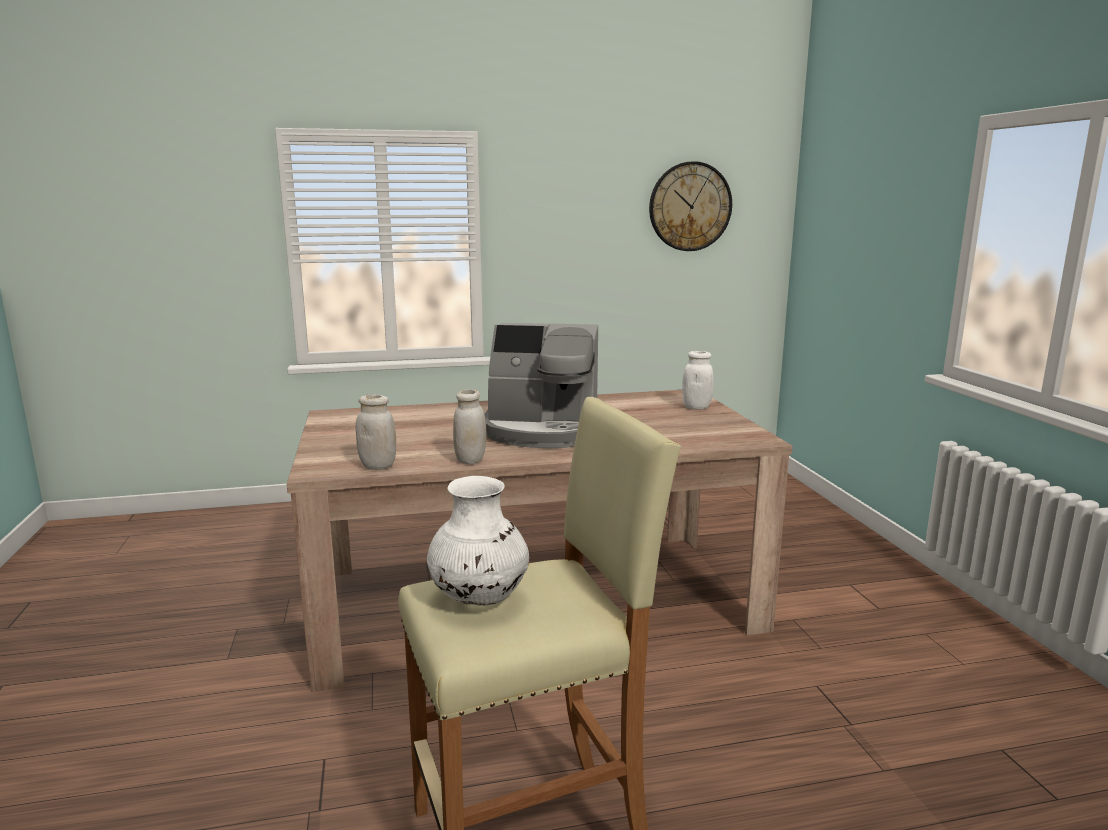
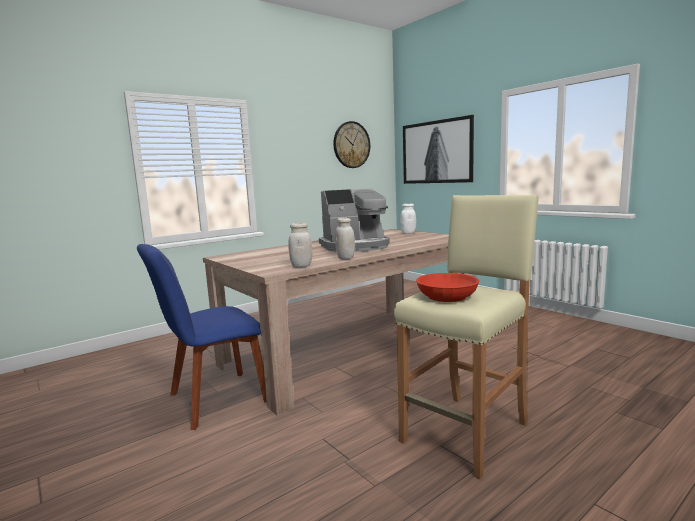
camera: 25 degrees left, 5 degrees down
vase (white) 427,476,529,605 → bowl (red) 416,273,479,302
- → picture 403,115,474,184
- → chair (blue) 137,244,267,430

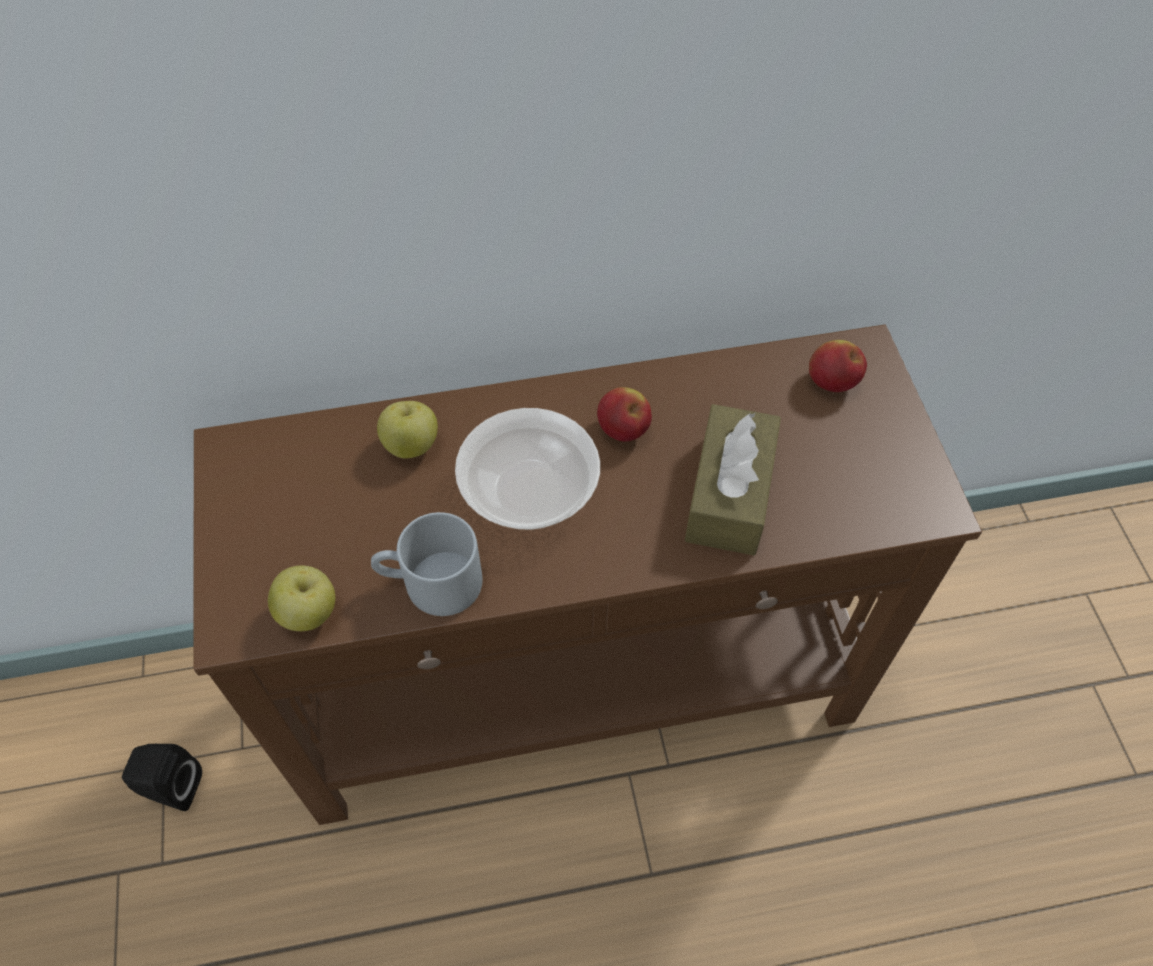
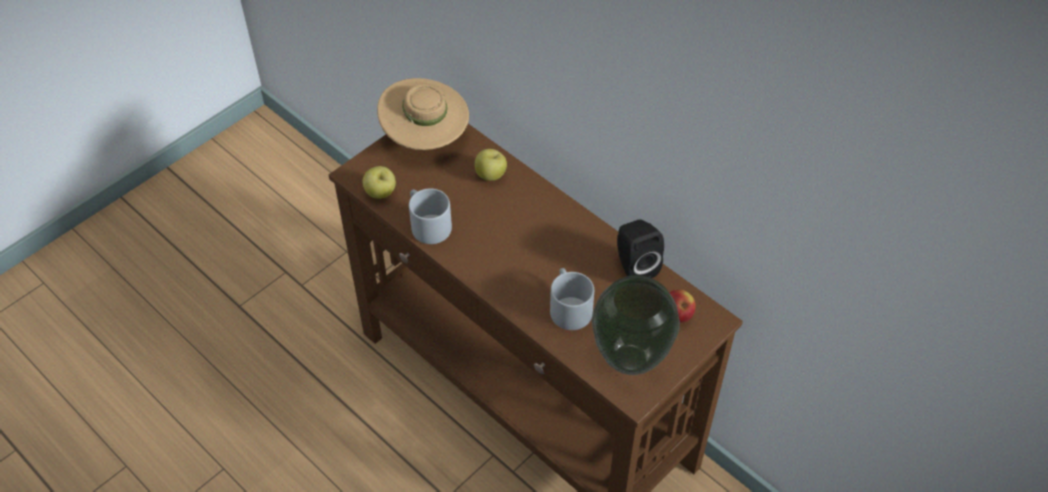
camera: 55 degrees right, 5 degrees down
apple 597,387,652,442 → -
tissue box (brown) 685,404,781,555 → mug (grey) 550,268,594,330
bowl 455,408,600,530 → -
speaker (black) 122,744,202,811 → speaker (black) 617,219,664,278, shifted
- → hat (beige) 377,78,469,150
- → vase 592,275,680,375

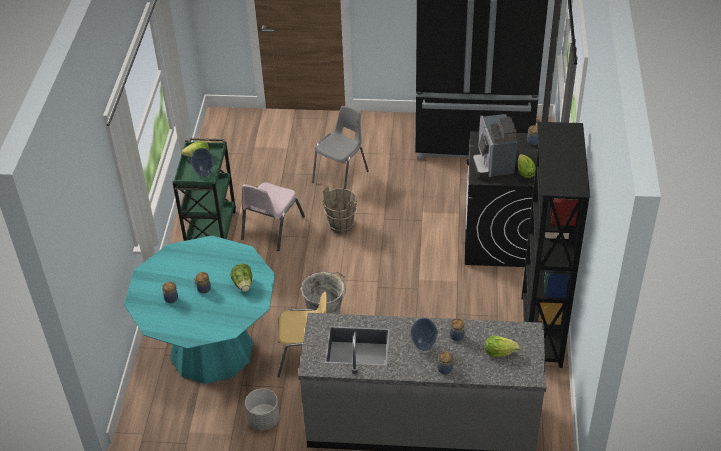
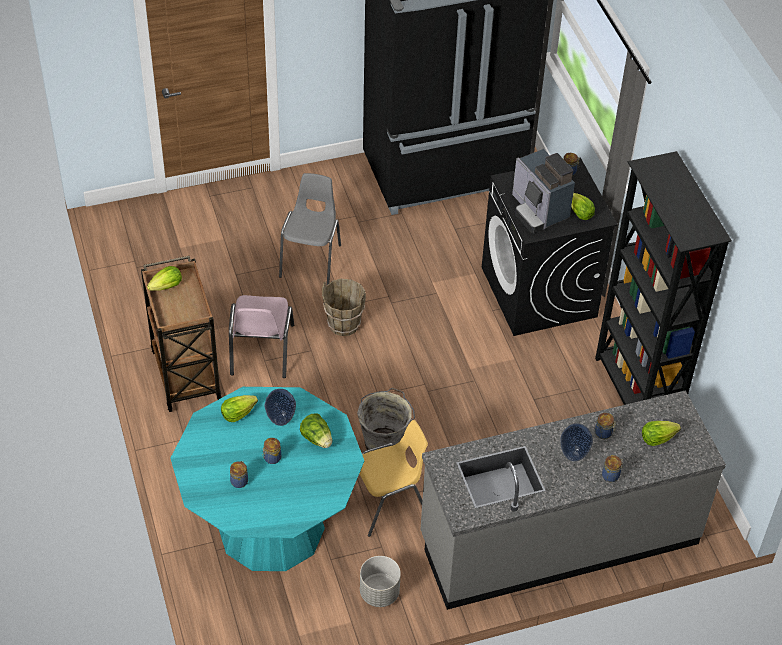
camera: 25 degrees left, 5 degrees up
cart (green) 172,138,236,241 → cart (brown) 141,256,222,412
vase 191,148,214,177 → vase 265,389,296,426, shifted
- → lettuce 221,395,258,422

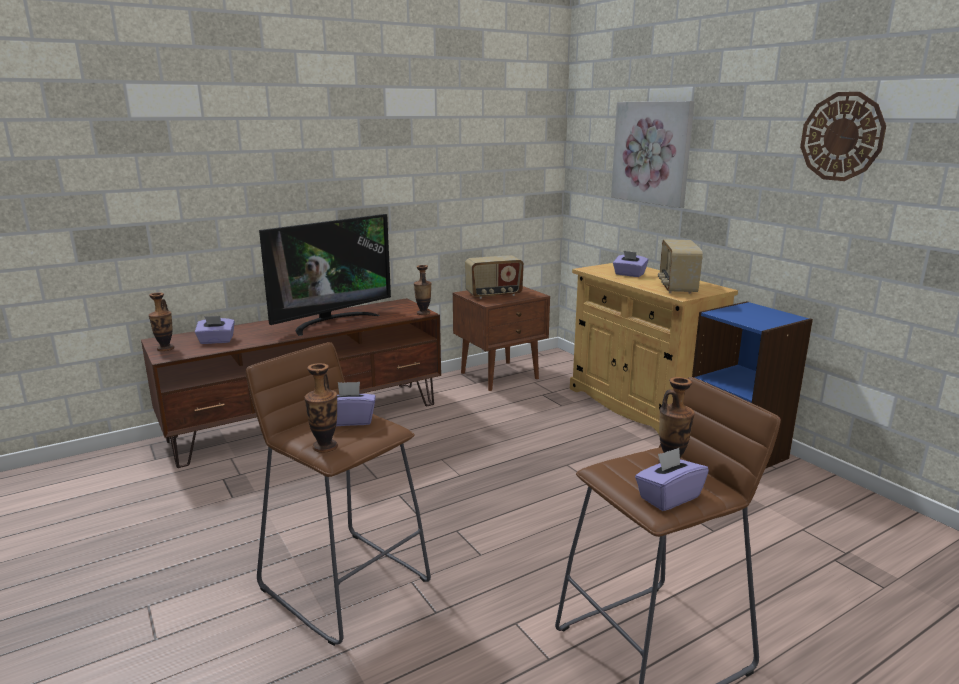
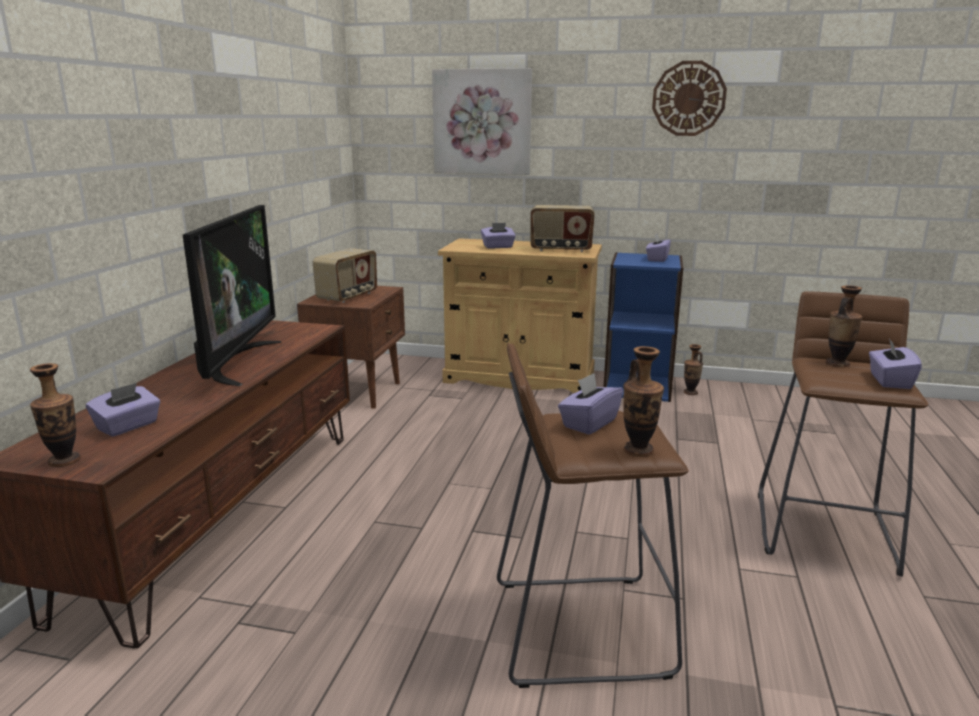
camera: 45 degrees left, 0 degrees up
radio 658,239,703,294 → radio 530,205,595,252, 45 degrees counterclockwise
vase 414,265,431,315 → vase 684,344,703,395, shifted
- → tissue box (purple) 646,233,671,262

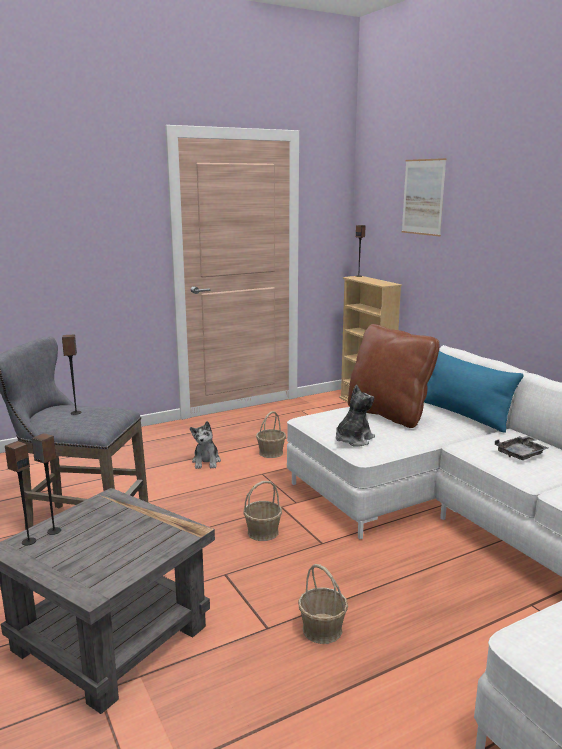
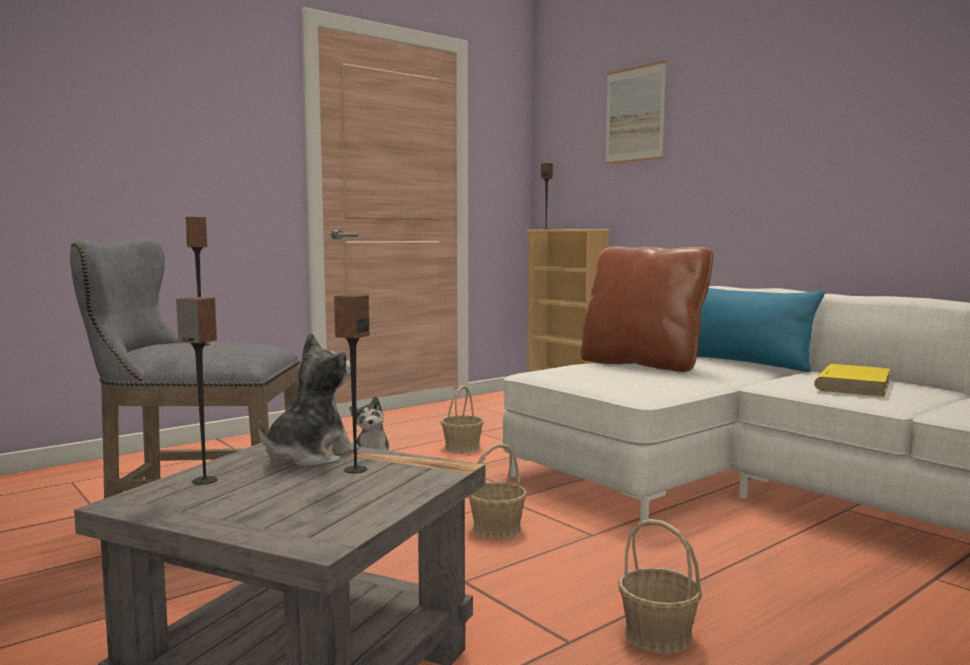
camera: 10 degrees left, 10 degrees down
plush toy 336,385,375,447 → plush toy 258,333,359,467, shifted
tray (grey) 495,436,548,460 → book (yellow) 814,364,890,397
speaker 5,441,36,546 → speaker 334,294,369,474, shifted

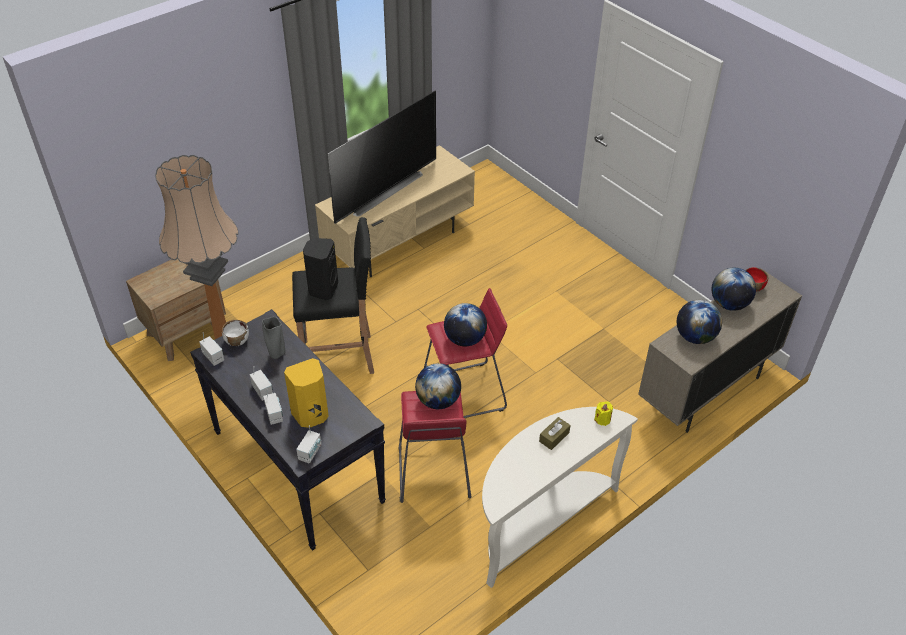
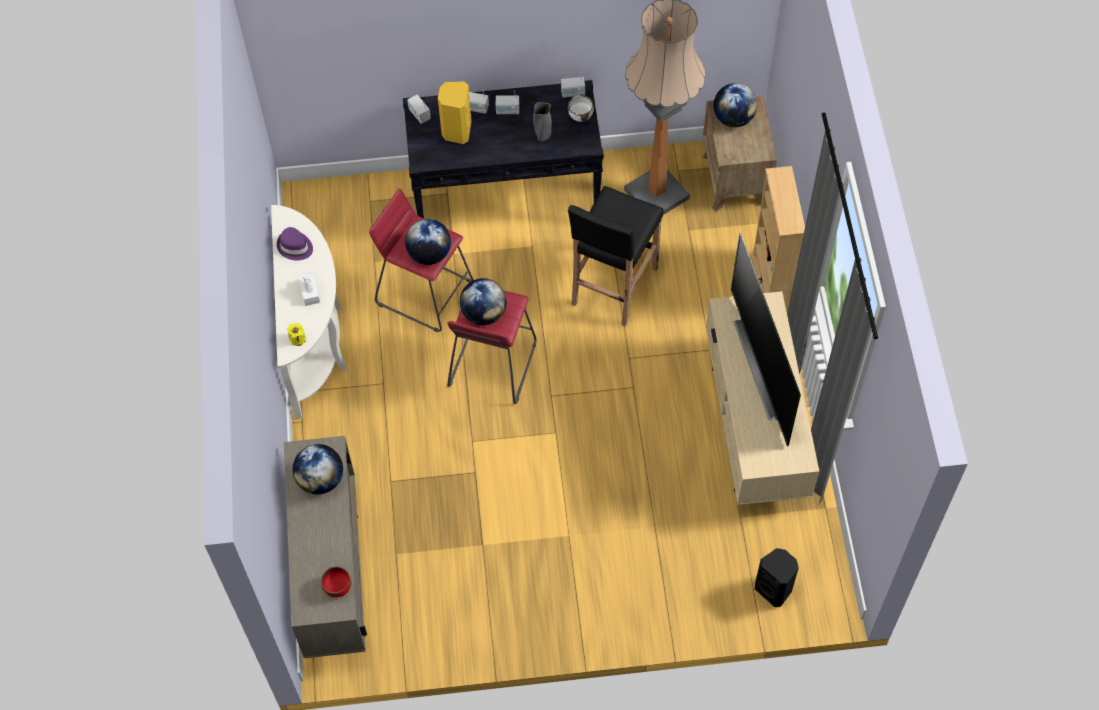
camera: 125 degrees right, 15 degrees up
speaker (black) 303,238,338,300 → speaker (black) 755,548,799,607, shifted
globe 711,268,756,311 → globe 713,83,757,127, shifted
tissue box (brown) 539,417,571,450 → tissue box (white) 299,273,320,306
- → bookcase (beige) 751,166,805,312
- → hat (purple) 277,227,313,261

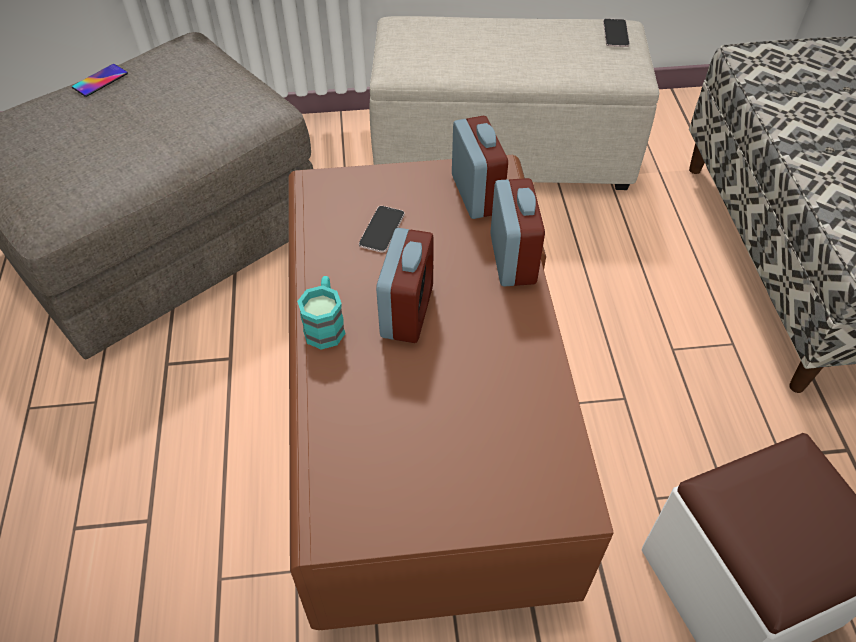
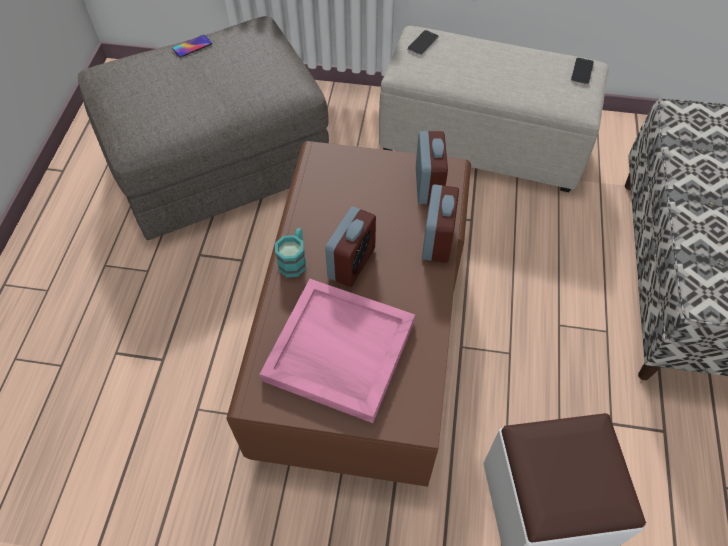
camera: 15 degrees right, 5 degrees up
phone 359,206,405,253 → phone 407,30,439,56, shifted
- → tray (pink) 260,279,415,423

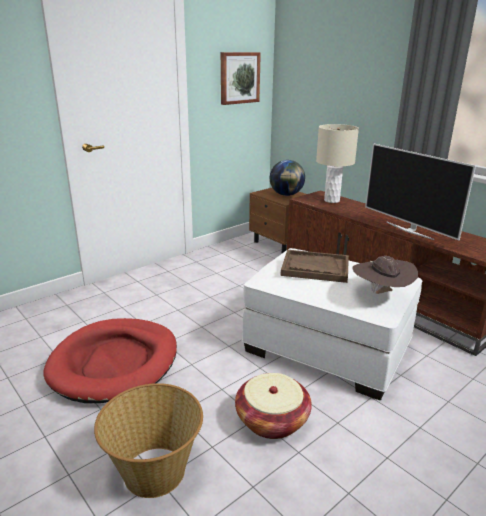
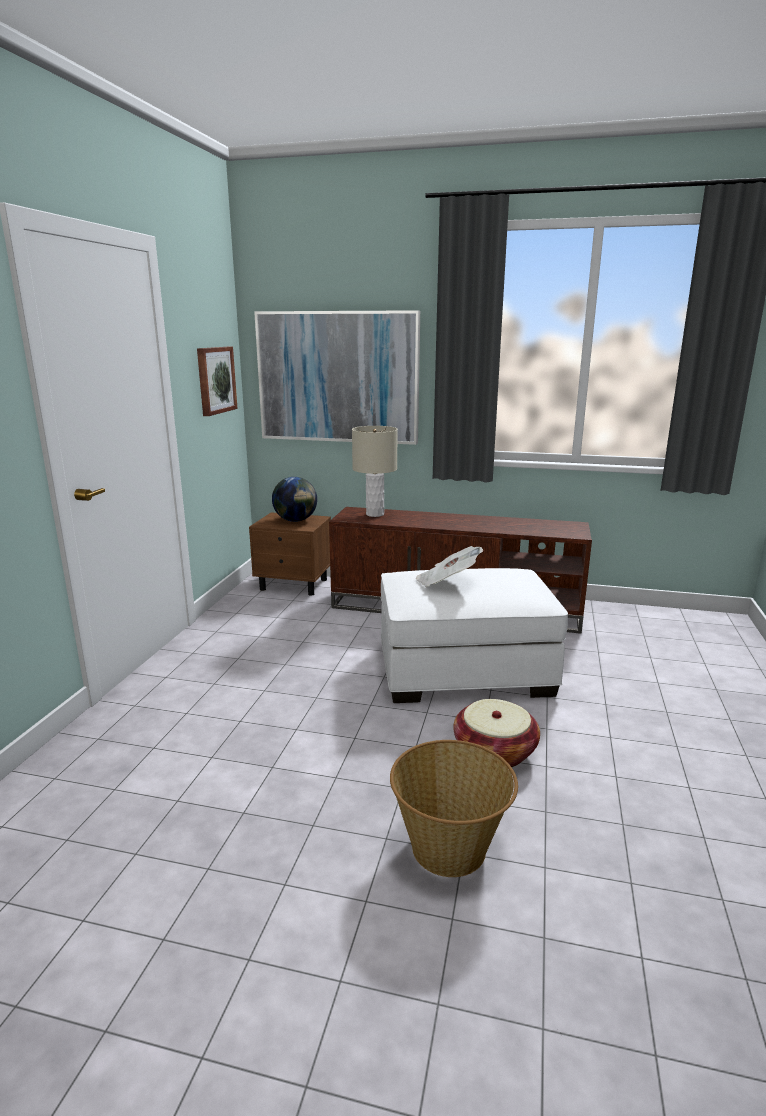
camera: 35 degrees left, 5 degrees down
television 365,144,476,240 → -
tray (brown) 280,250,349,283 → newspaper 416,546,483,587
hat (brown) 353,256,418,294 → -
dog bed (red) 43,318,177,403 → -
- → picture 254,310,420,445

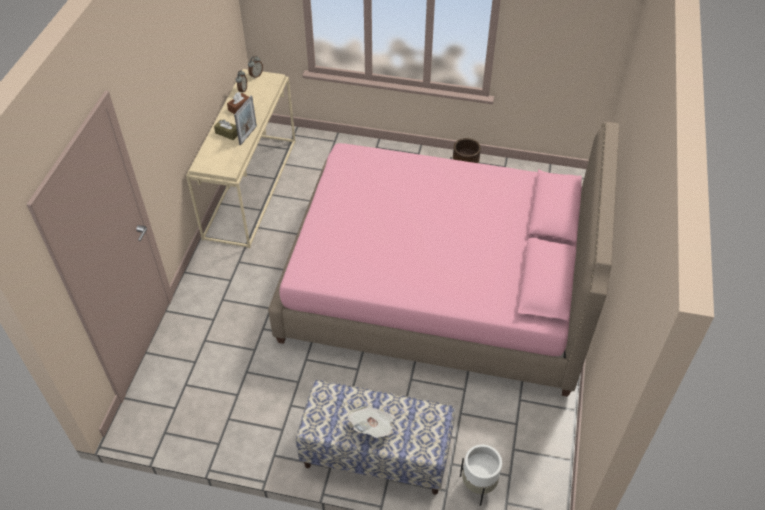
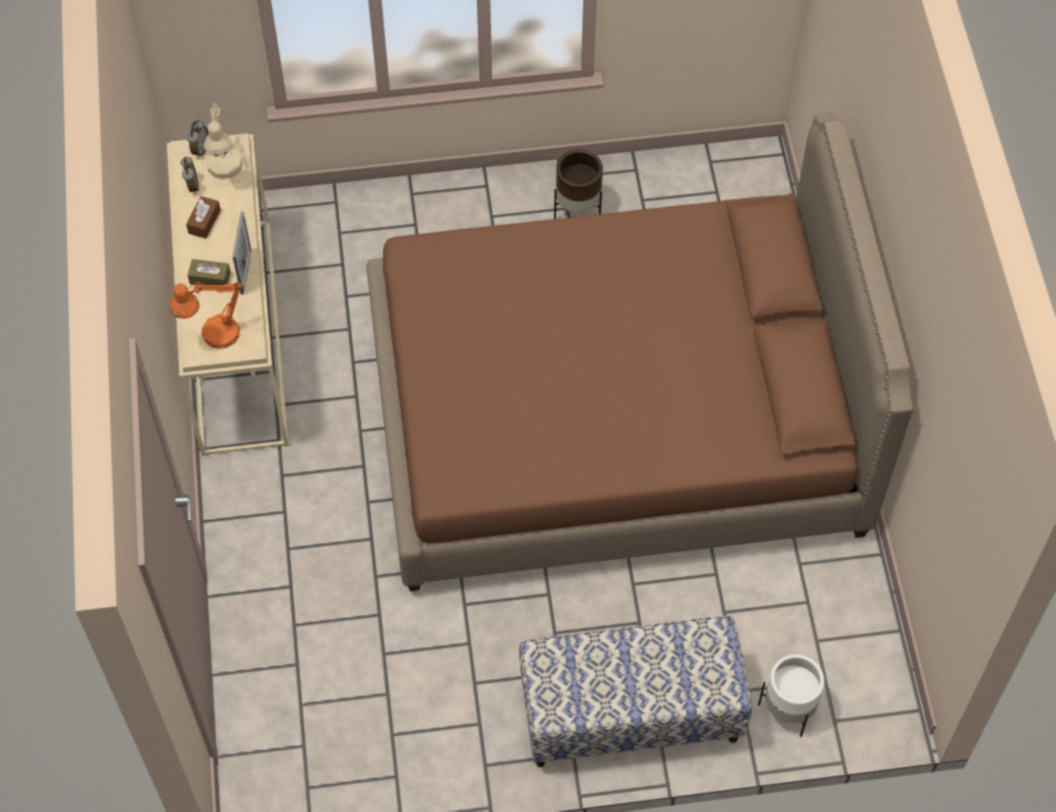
camera: 20 degrees left, 10 degrees up
bed (pink) 268,122,619,397 → bed (brown) 366,112,913,591
newspaper 348,405,395,438 → -
- → table lamp (beige) 204,102,243,179
- → table lamp (orange) 170,282,242,349

